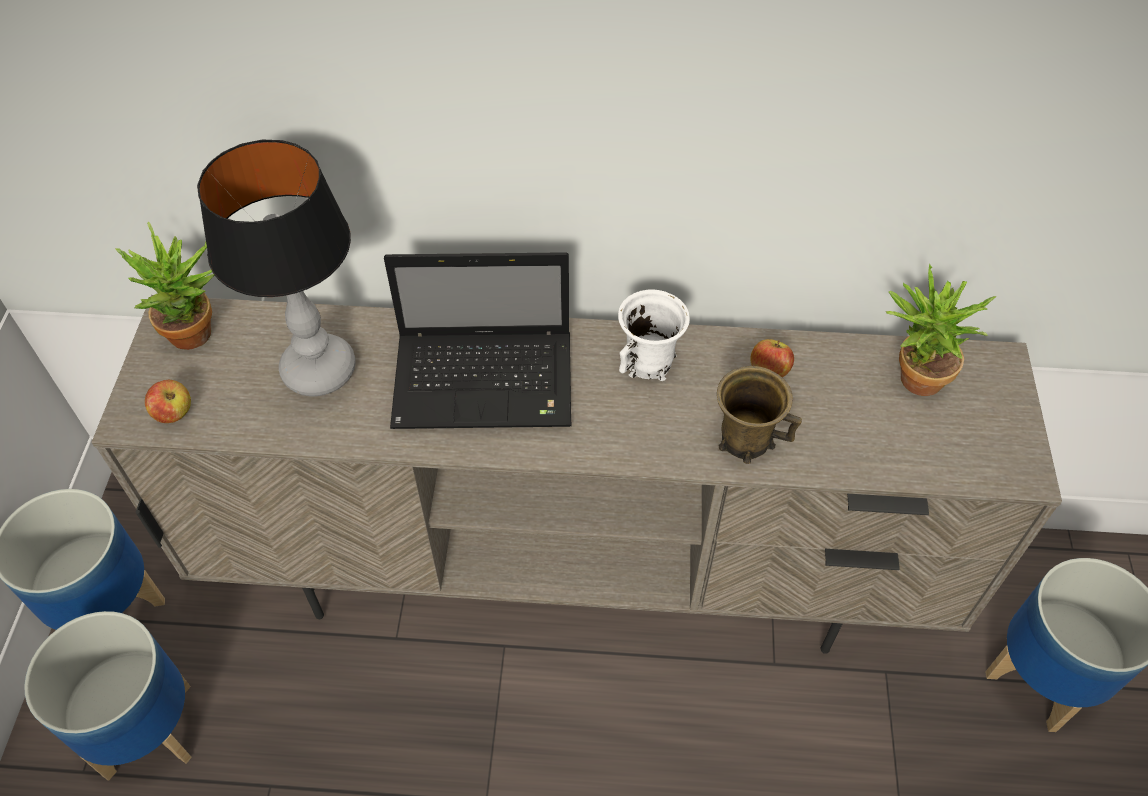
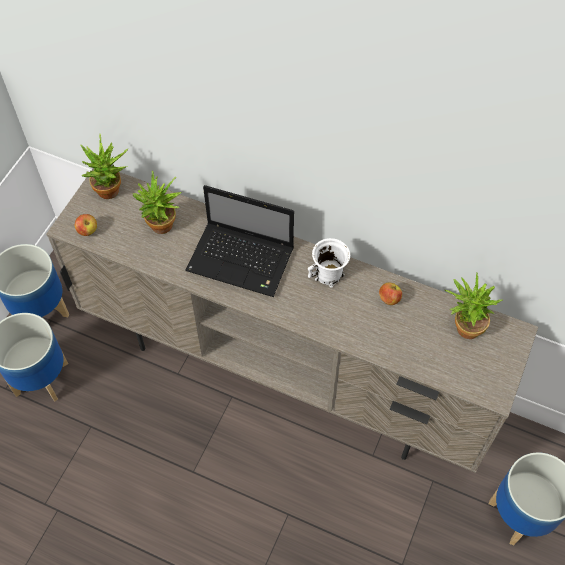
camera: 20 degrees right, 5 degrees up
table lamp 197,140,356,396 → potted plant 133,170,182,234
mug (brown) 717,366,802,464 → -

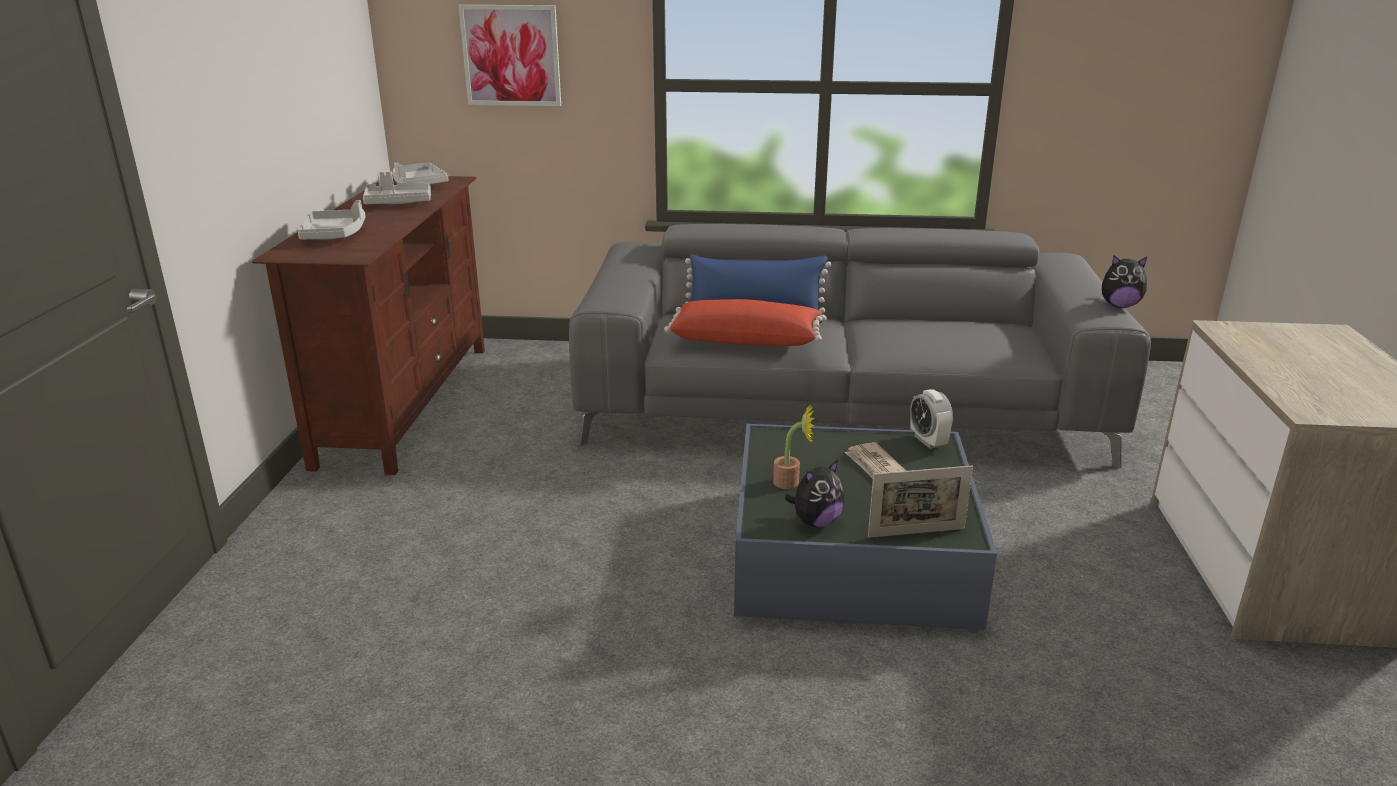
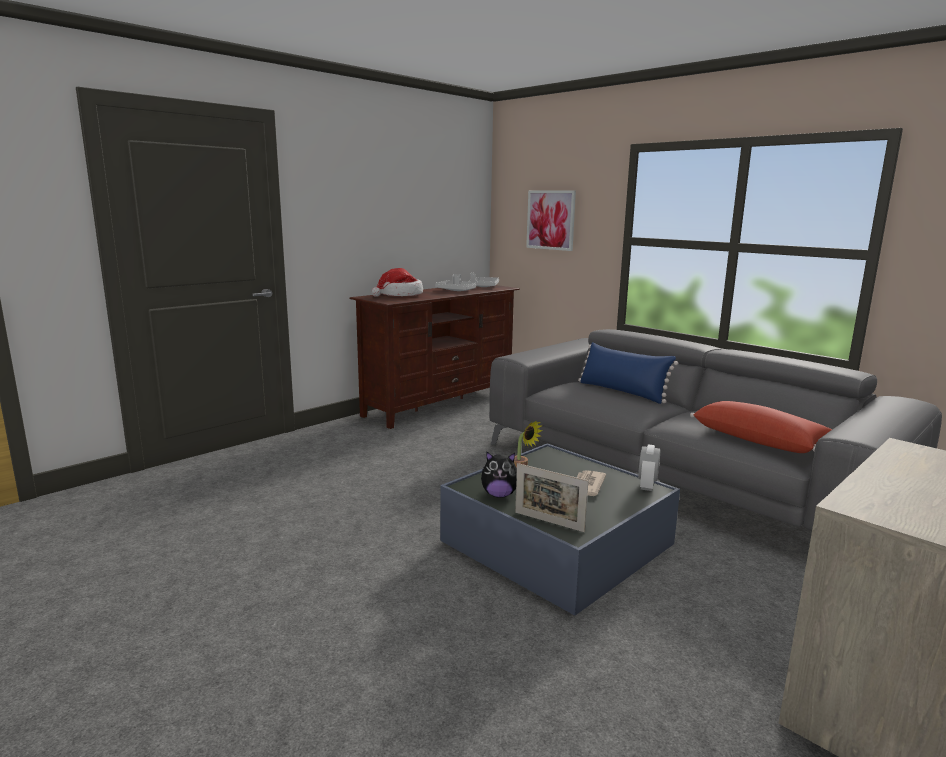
camera: 40 degrees right, 10 degrees down
tray (grey) 298,200,365,240 → hat 371,268,423,297
plush toy 1102,255,1147,308 → -
pillow (red) 664,299,826,346 → pillow (red) 690,401,832,453, shifted

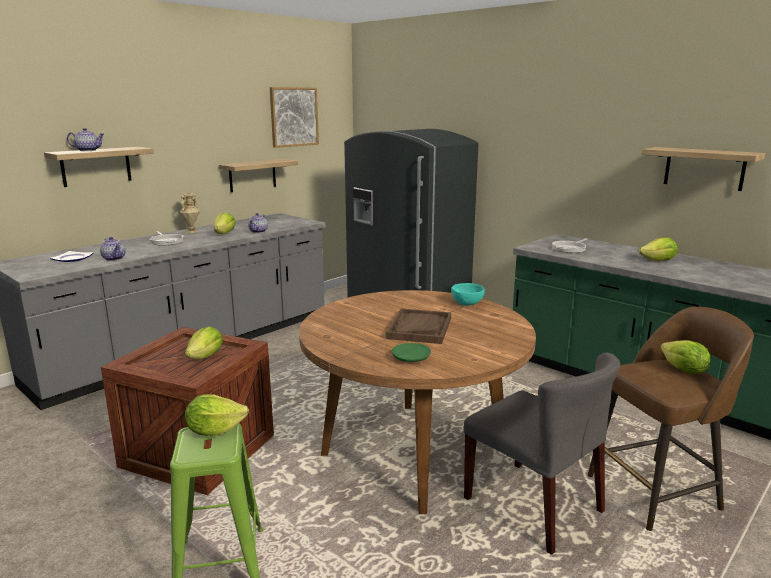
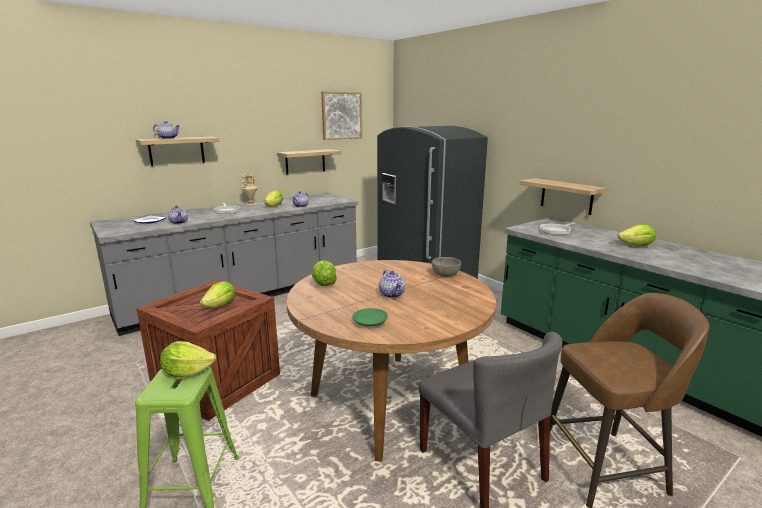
camera: 10 degrees right, 0 degrees up
shelf 642,147,765,191 → shelf 520,178,606,215, shifted
bowl (turquoise) 451,283,485,306 → bowl (grey) 432,257,461,277
tray (brown) 386,308,451,344 → teapot 379,270,405,298
lettuce 660,340,711,374 → lettuce 312,260,337,286, shifted

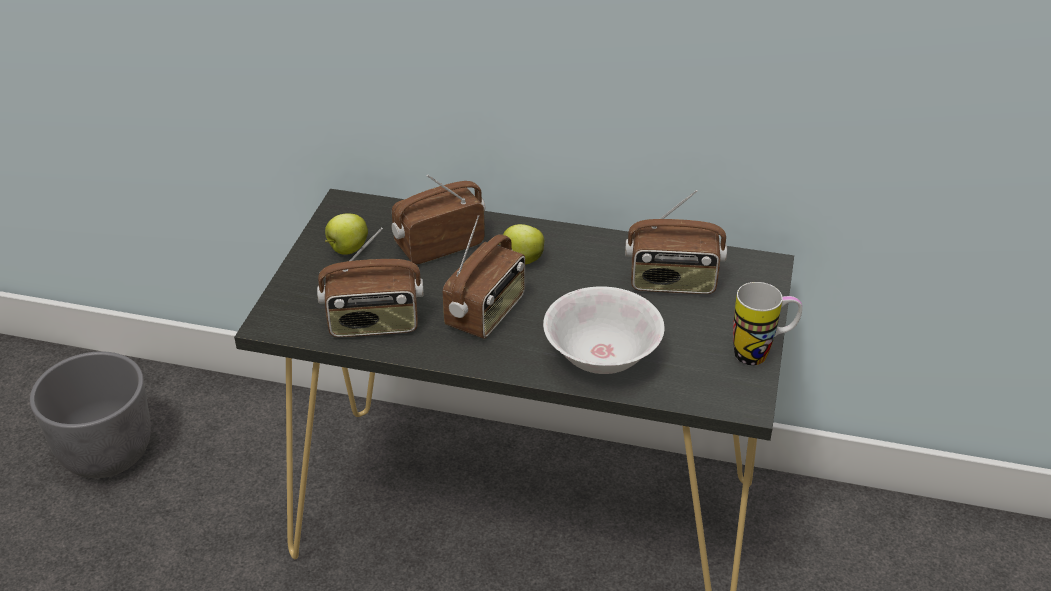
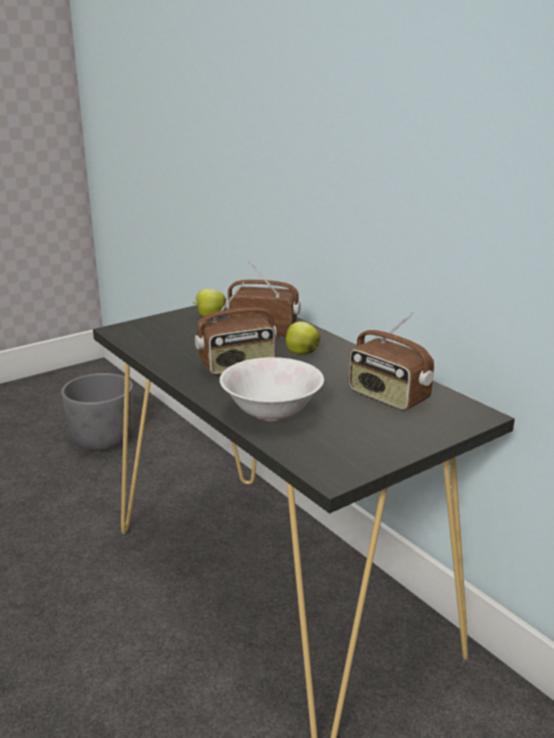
camera: 40 degrees right, 15 degrees down
radio 317,228,424,337 → -
mug 733,282,802,366 → -

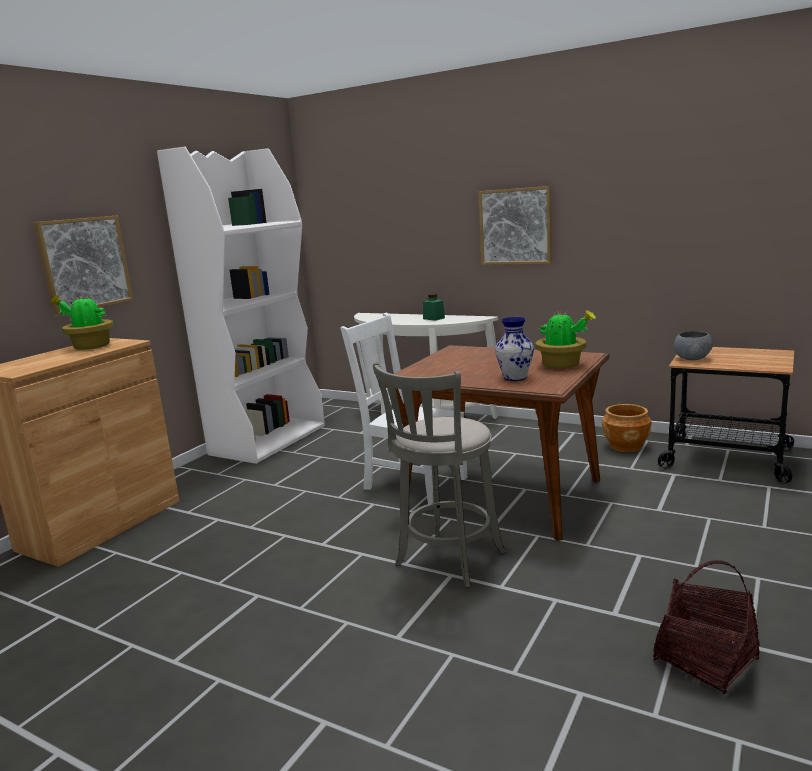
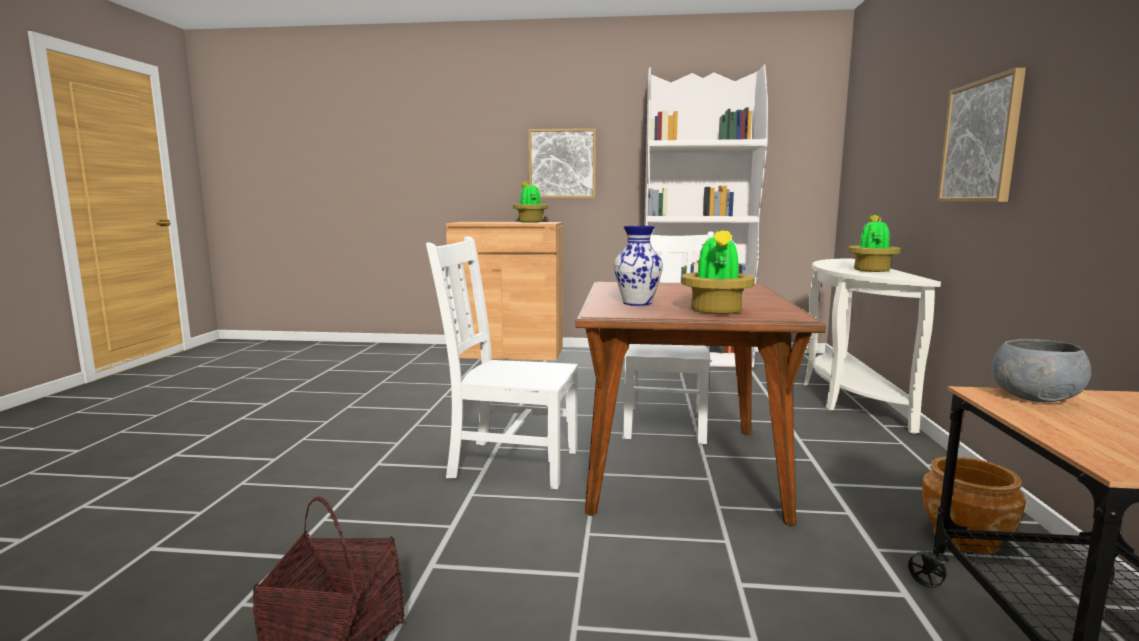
camera: 65 degrees right, 5 degrees down
jar (green) 423,294,445,321 → potted plant 848,215,901,272
stool (grey) 373,362,506,588 → chair (white) 426,236,578,489

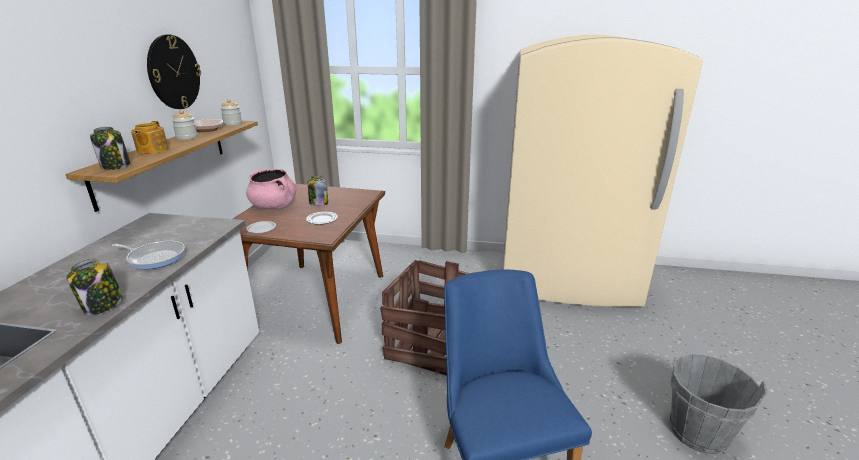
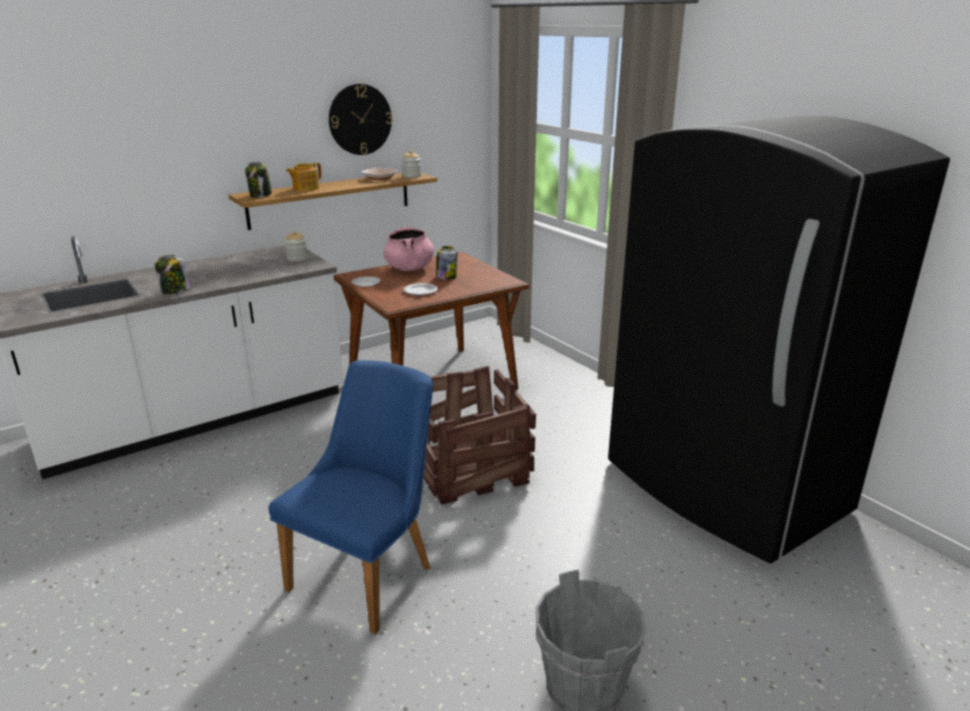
camera: 45 degrees right, 0 degrees up
fridge (beige) 503,35,703,307 → fridge (black) 608,116,950,563
jar 172,110,198,140 → jar 284,231,308,262, shifted
frying pan 112,241,185,269 → -

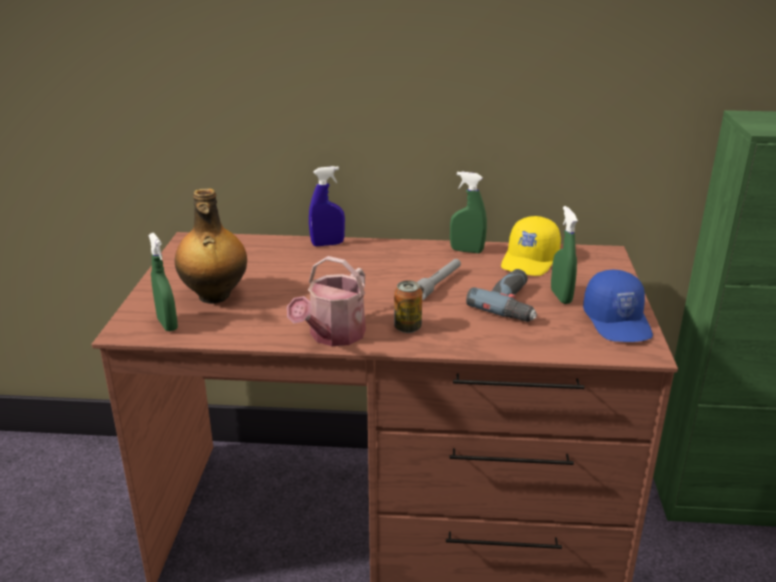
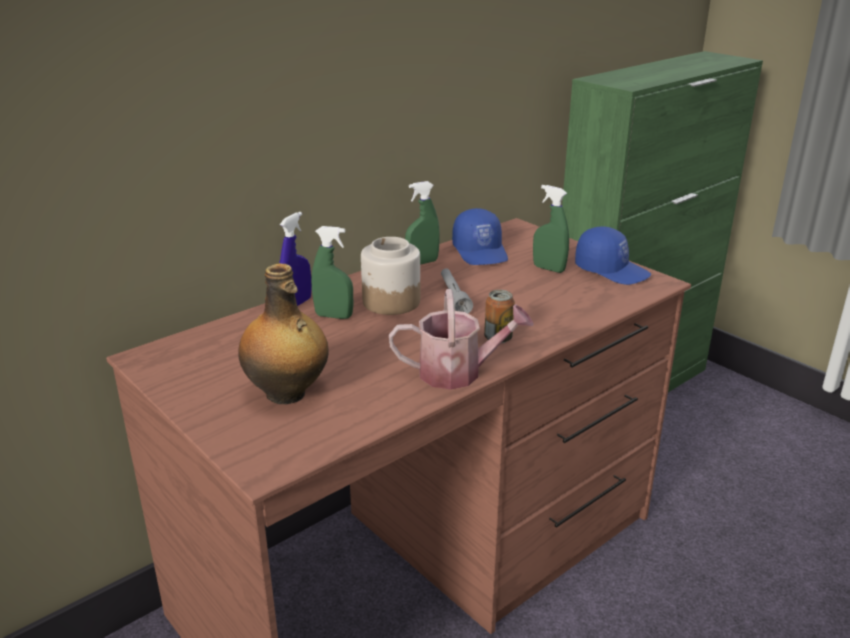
camera: 45 degrees left, 0 degrees up
cap (yellow) 501,216,561,276 → cap (blue) 452,208,508,265
spray bottle (green) 149,233,178,332 → spray bottle (green) 312,226,353,319, shifted
watering can 287,256,366,346 → watering can 389,289,534,390, 75 degrees counterclockwise
power drill 466,269,537,322 → -
- → jar 361,237,420,315

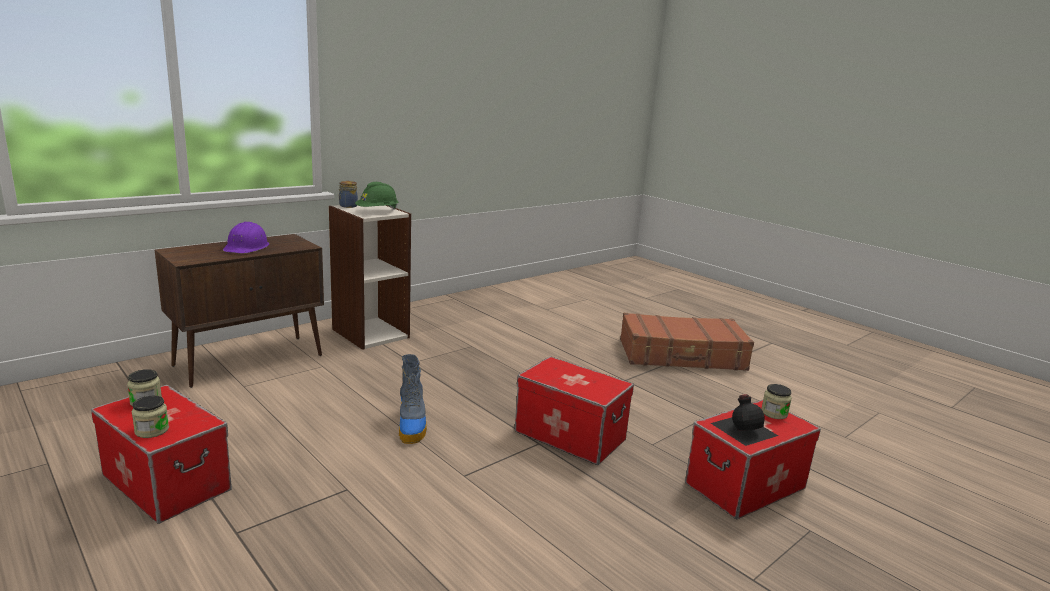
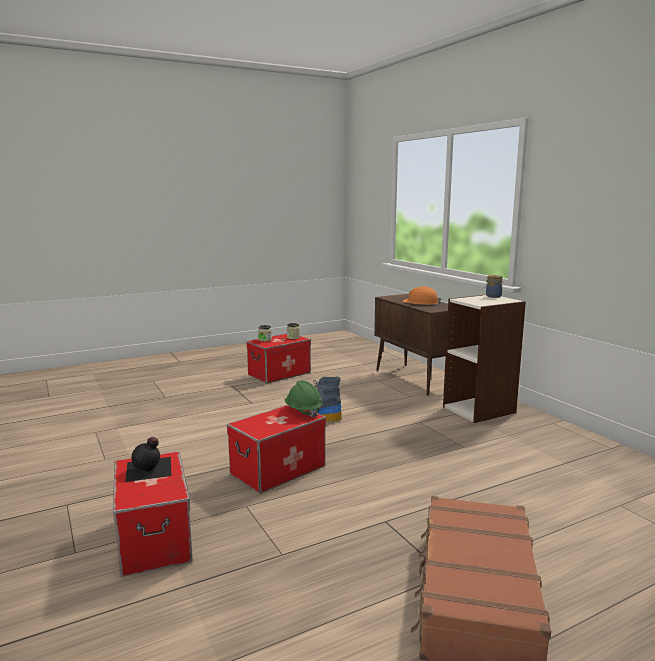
camera: 105 degrees right, 5 degrees down
hard hat (green) 355,182,398,210 → hard hat (green) 284,381,323,418, shifted
hard hat (purple) 223,222,269,253 → hard hat (orange) 403,286,442,305
jar 761,384,792,419 → -

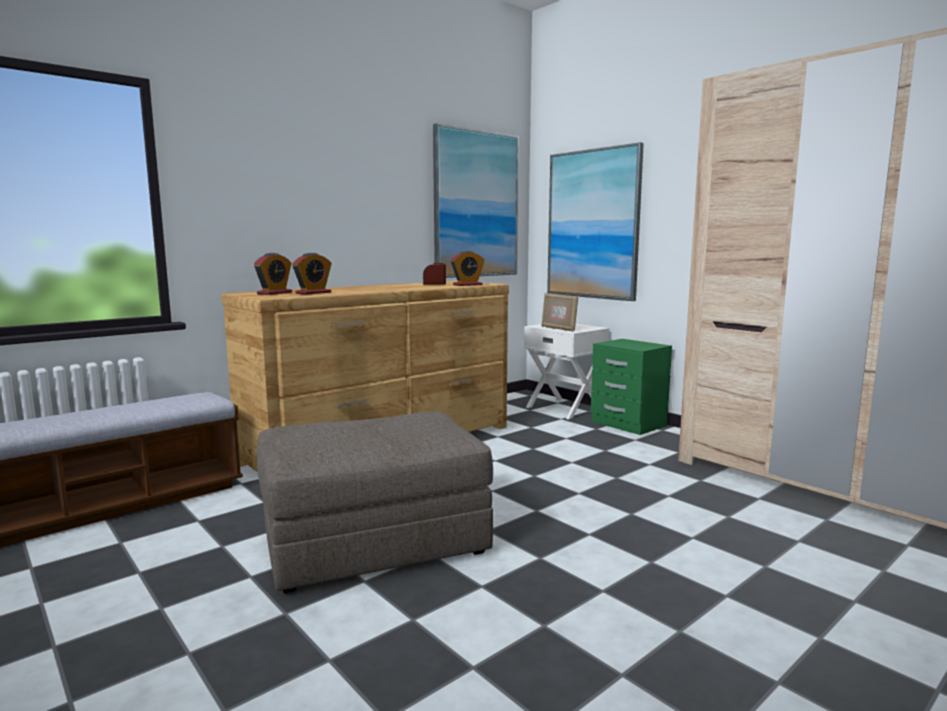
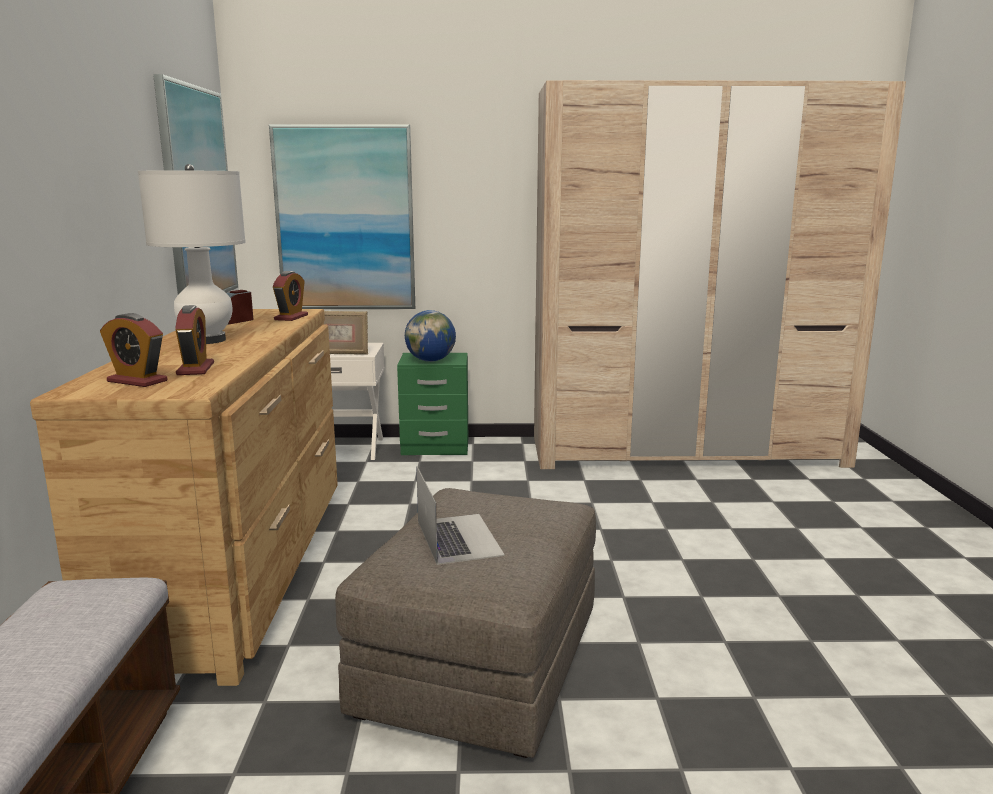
camera: 50 degrees left, 5 degrees up
alarm clock 254,253,292,295 → alarm clock 100,313,168,387, 135 degrees clockwise
- → table lamp (white) 138,164,246,344
- → globe 405,310,456,362
- → laptop 416,466,505,565

